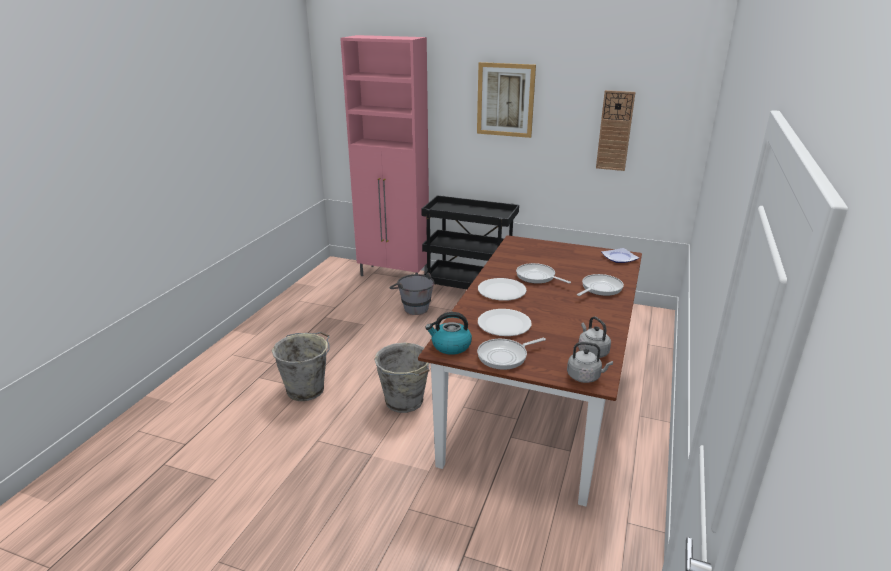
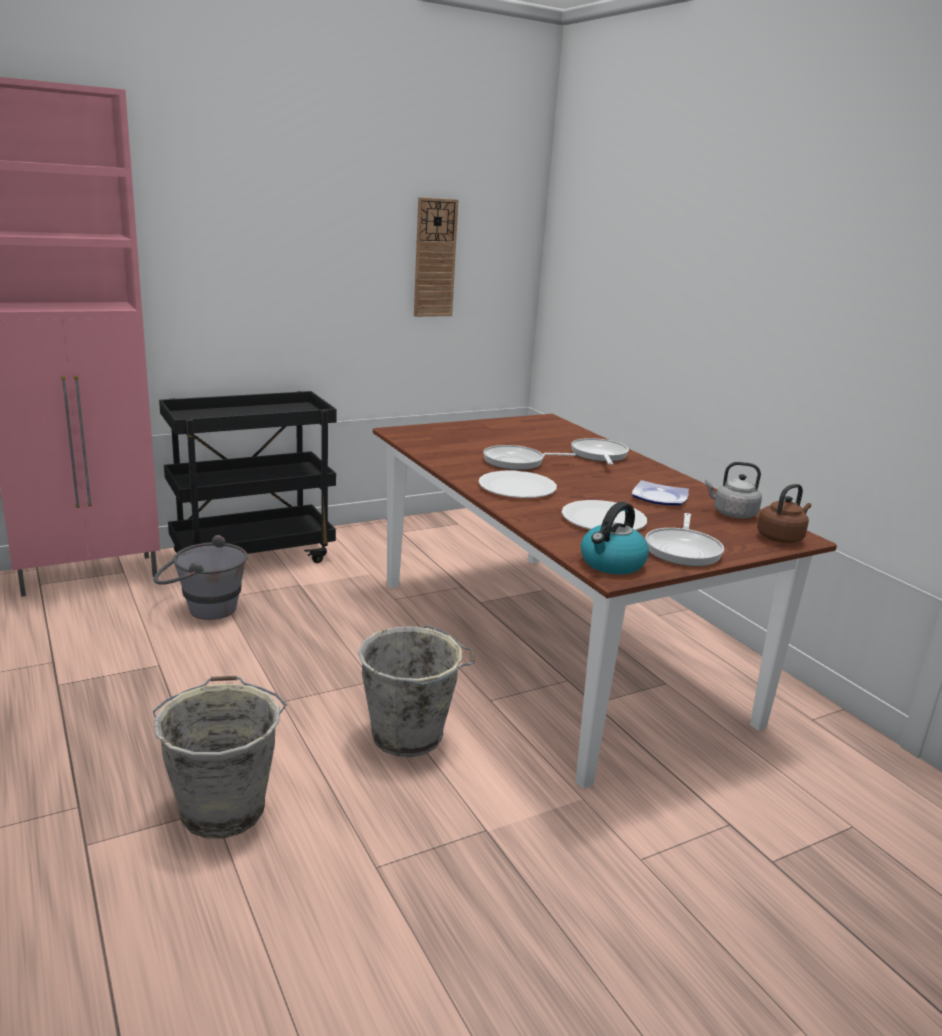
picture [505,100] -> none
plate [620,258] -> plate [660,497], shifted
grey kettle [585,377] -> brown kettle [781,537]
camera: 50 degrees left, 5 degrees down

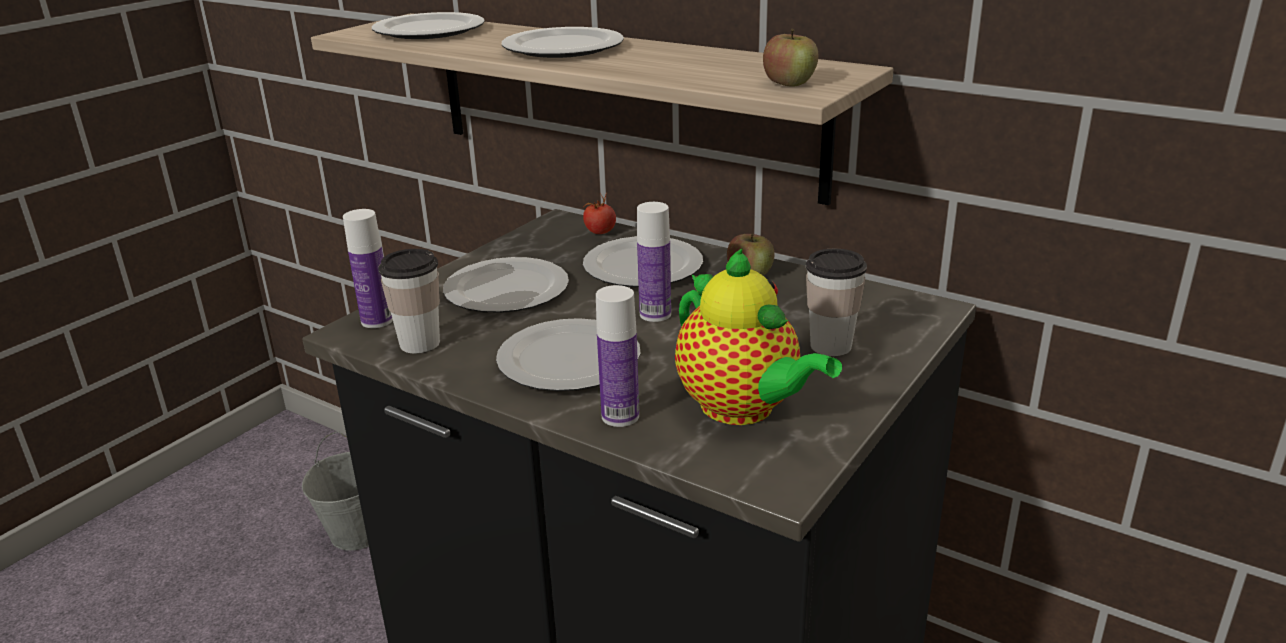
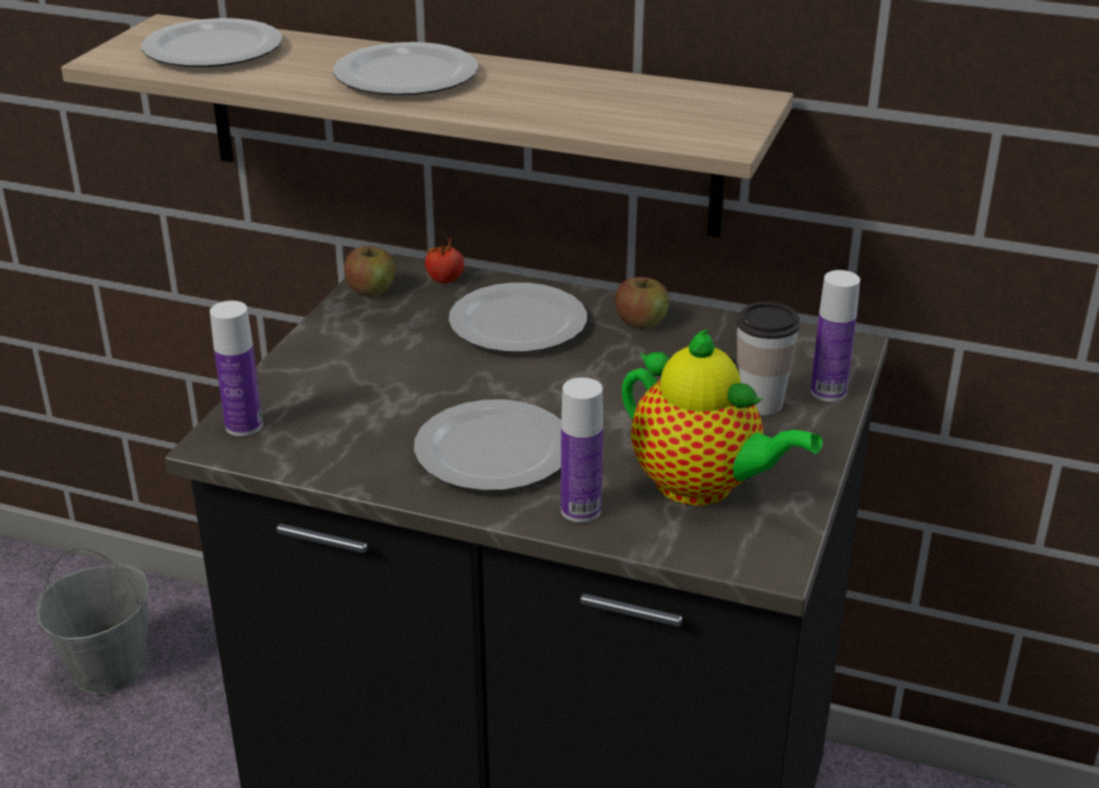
apple [789,83] -> apple [371,290], shifted
bottle [655,314] -> bottle [828,392], shifted
cup [420,343] -> none
plate [509,290] -> none
camera: 15 degrees left, 5 degrees up

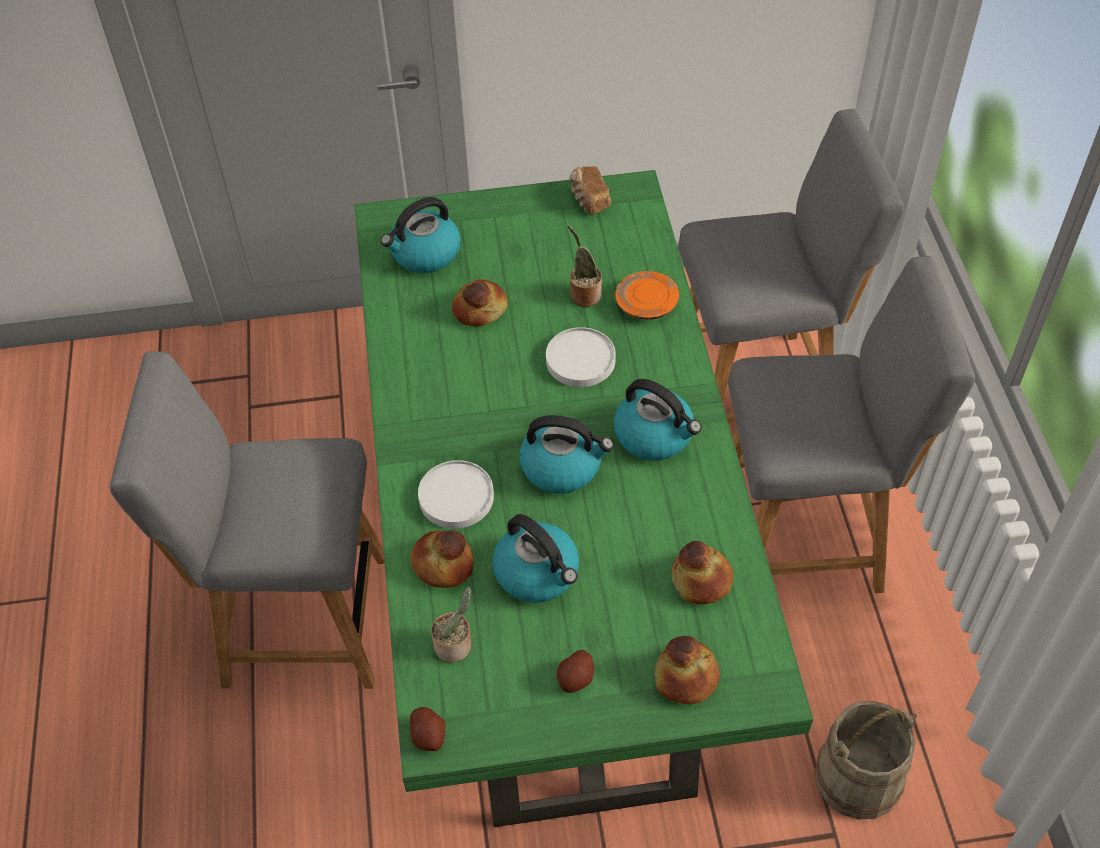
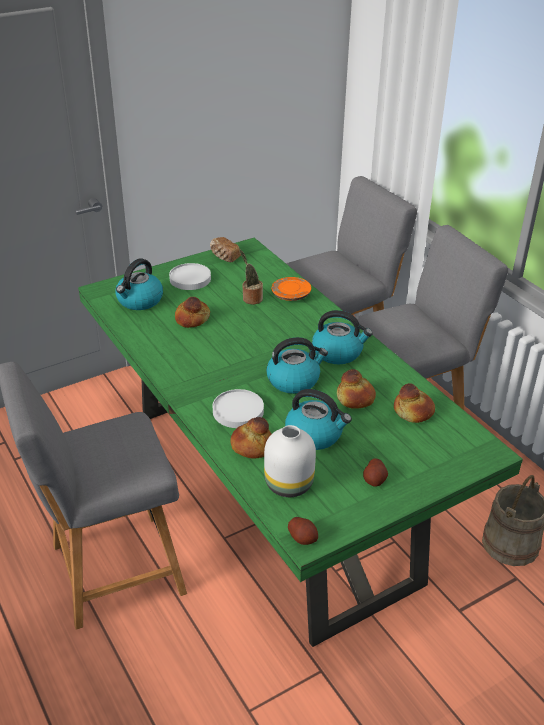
white plate [580,360] -> white plate [190,279], shifted
potted plant [455,645] -> white vase [288,485]
bread [685,677] -> bread [355,399], shifted
camera: 25 degrees left, 15 degrees down

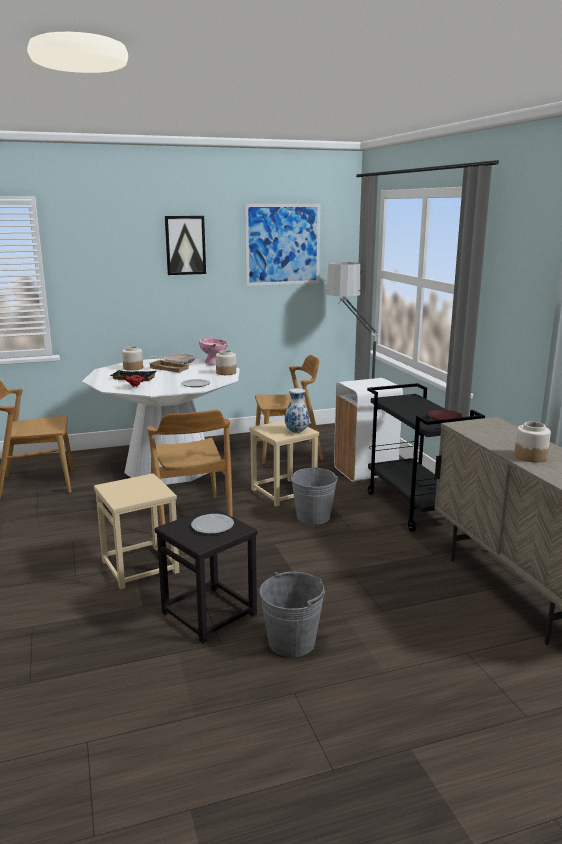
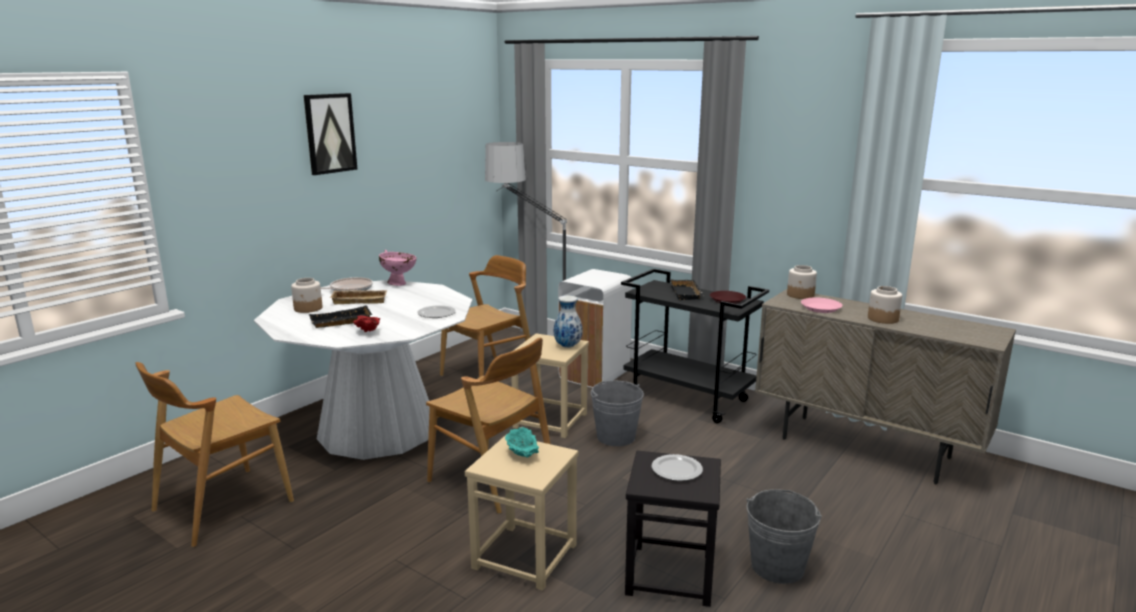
picture [282,244] -> none
jar [226,373] -> jar [800,295], shifted
none -> black tray [687,293]
none -> pink plate [820,308]
none -> turquoise bowl [522,455]
camera: 35 degrees left, 0 degrees up

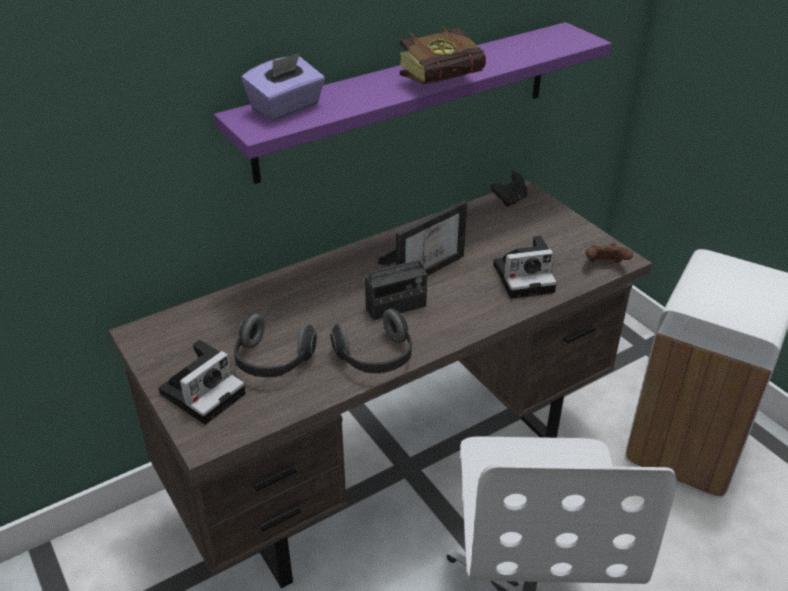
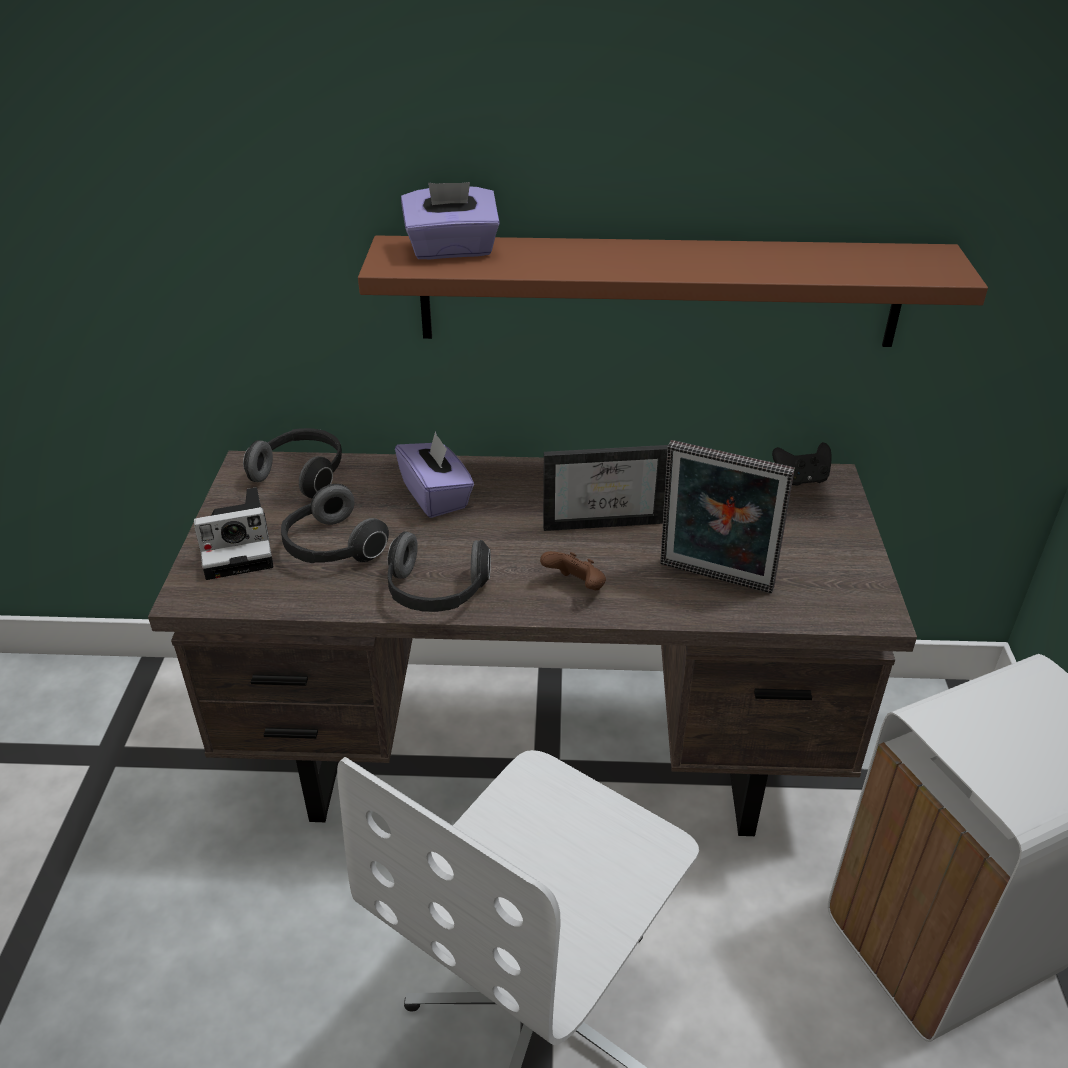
purple shelf [407,100] -> brown shelf [659,291]
book [448,81] -> none
radio [396,307] -> none
photo camera [525,277] -> picture frame [714,580]
brown game controller [605,265] -> brown game controller [576,587], shifted
none -> headphones [302,475]
none -> purple tissue box [436,496]
camera: 35 degrees right, 0 degrees up

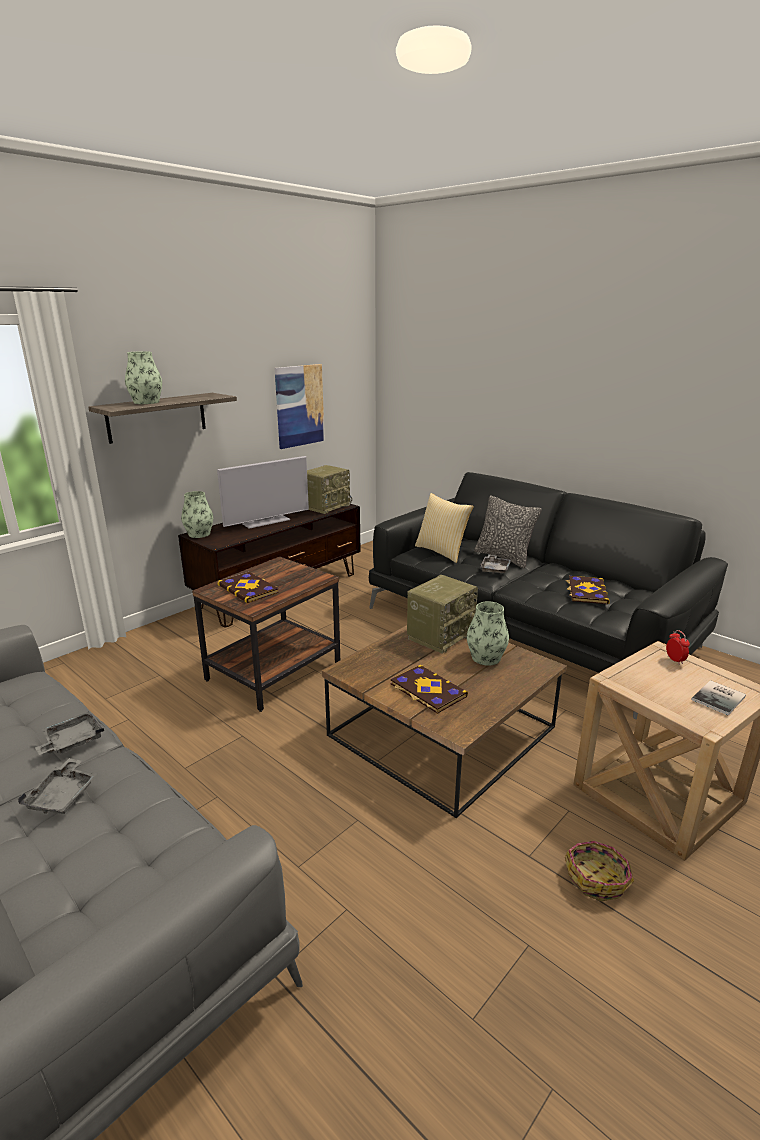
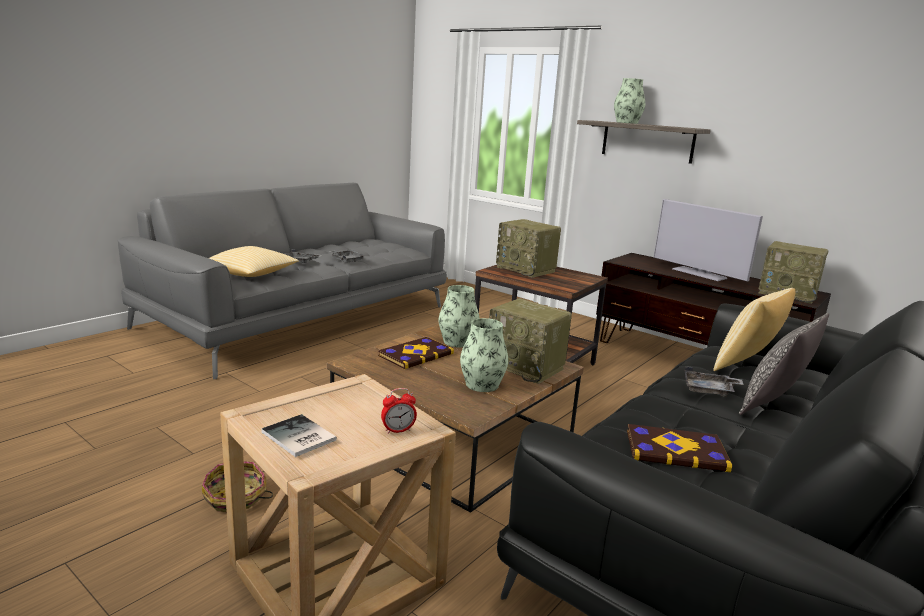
picture [299,406] -> none
vase [199,534] -> vase [457,342], shifted
book [249,589] -> radio [527,269]
none -> pillow [252,274]
camera: 85 degrees right, 5 degrees down

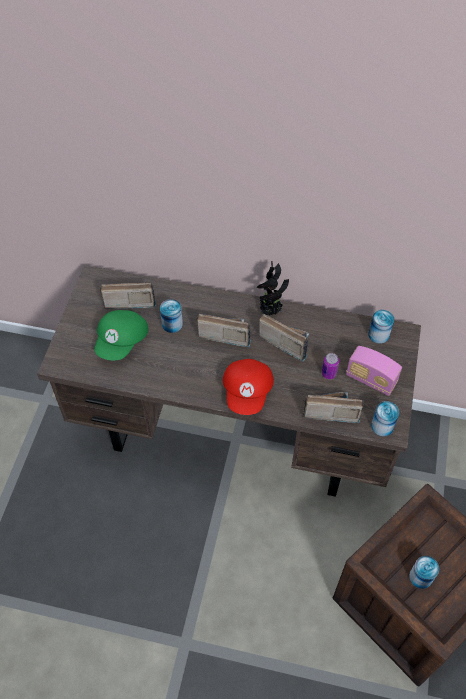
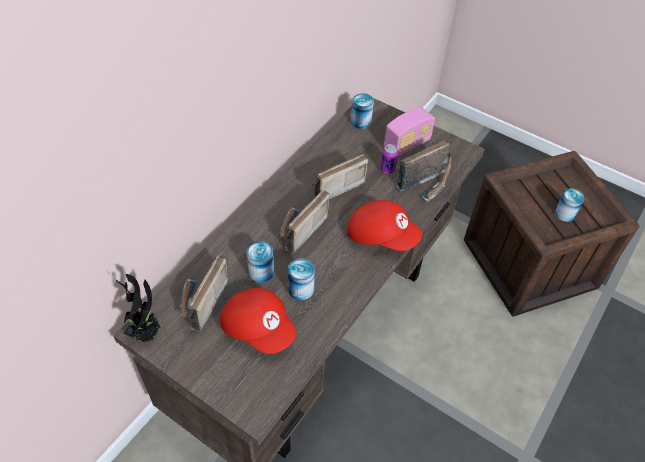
potted plant [270,311] -> potted plant [147,332], shifted
green cap [122,341] -> red cap [259,328]
radio [329,410] -> radio [427,183], 150 degrees counterclockwise
can [382,426] -> can [301,289], shifted
camera: 70 degrees left, 5 degrees down

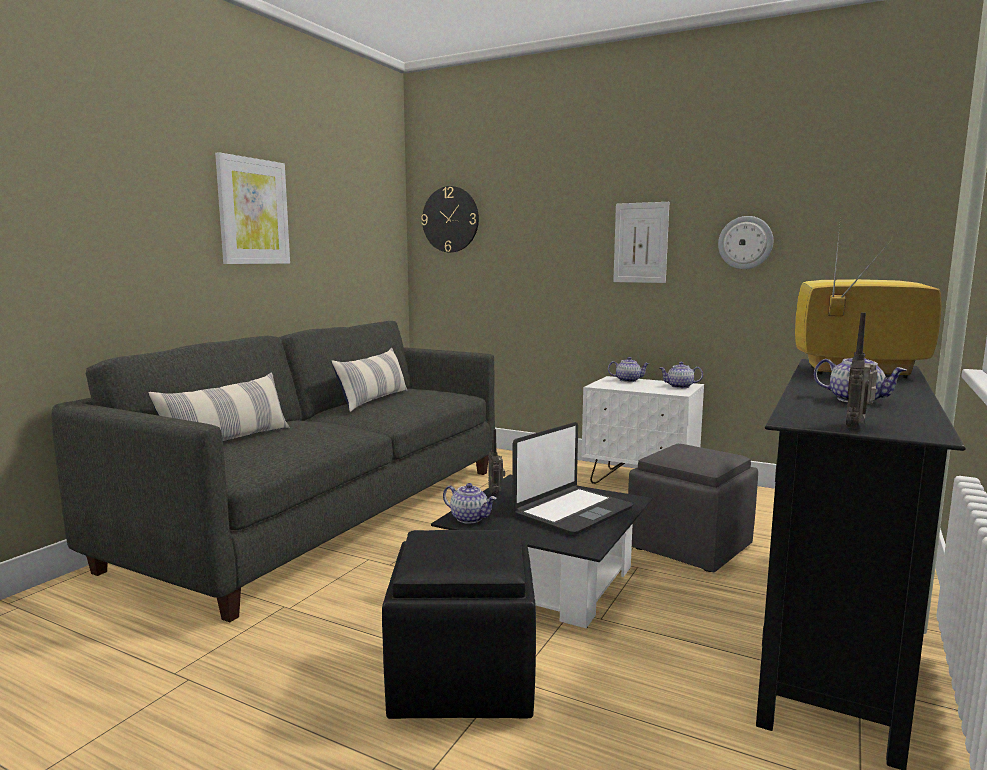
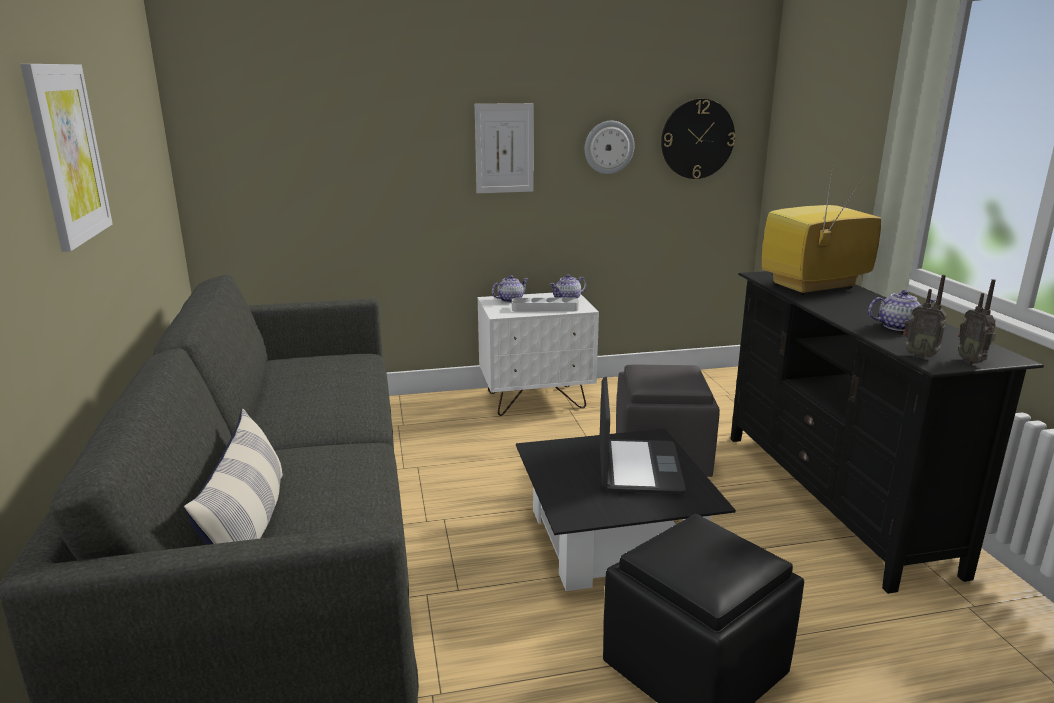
wall clock [450,219] -> wall clock [697,139], shifted
pillow [374,400] -> none
radio [496,492] -> radio [919,355], shifted
teapot [470,518] -> none
none -> grey tray [545,308]
camera: 40 degrees left, 10 degrees up

